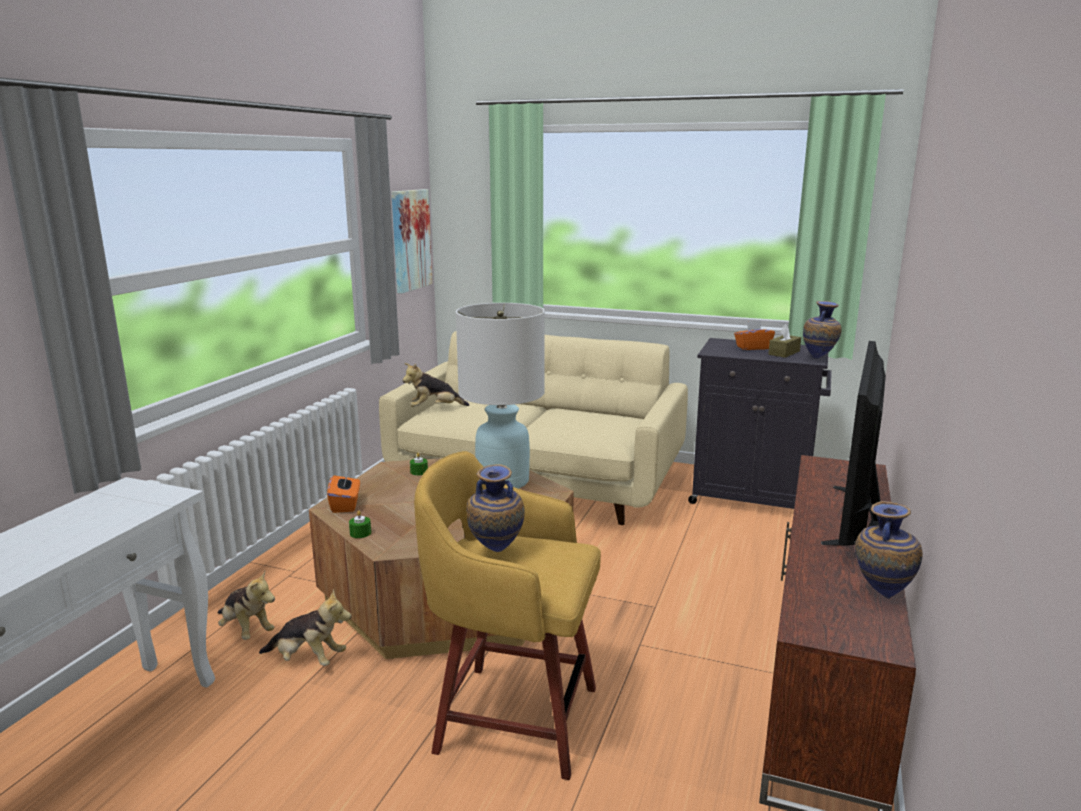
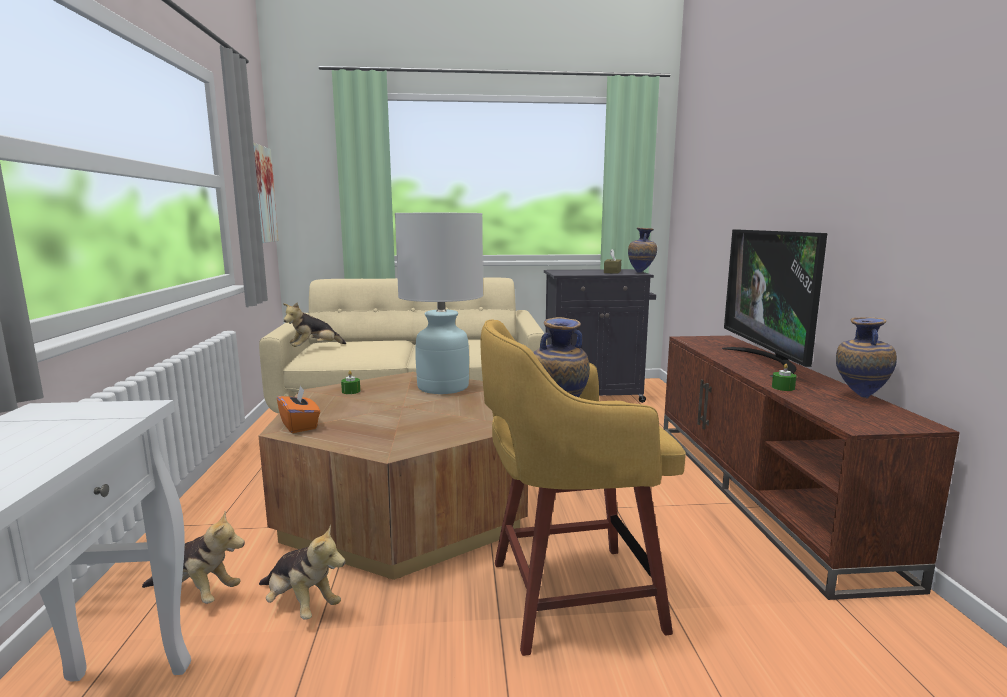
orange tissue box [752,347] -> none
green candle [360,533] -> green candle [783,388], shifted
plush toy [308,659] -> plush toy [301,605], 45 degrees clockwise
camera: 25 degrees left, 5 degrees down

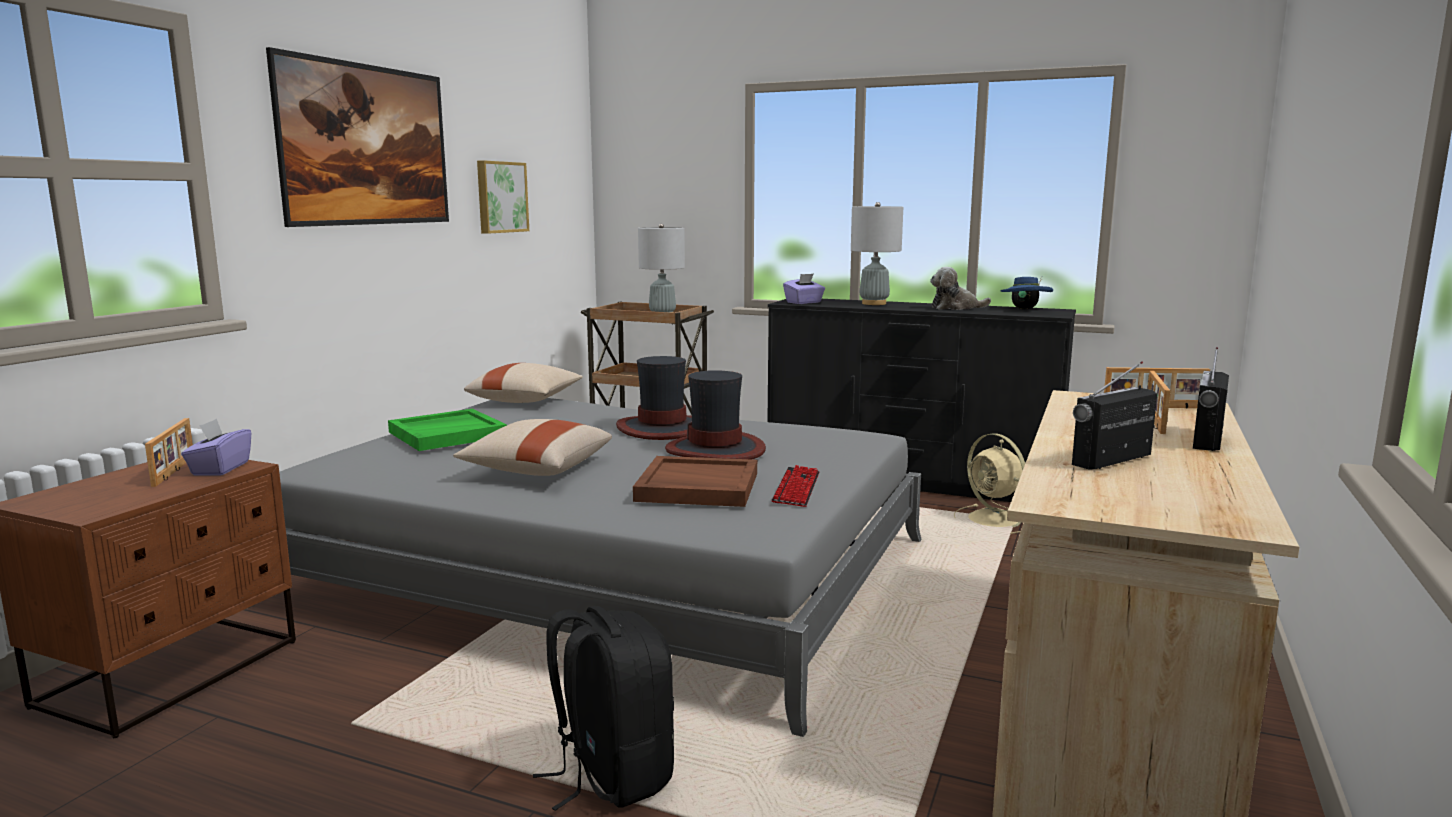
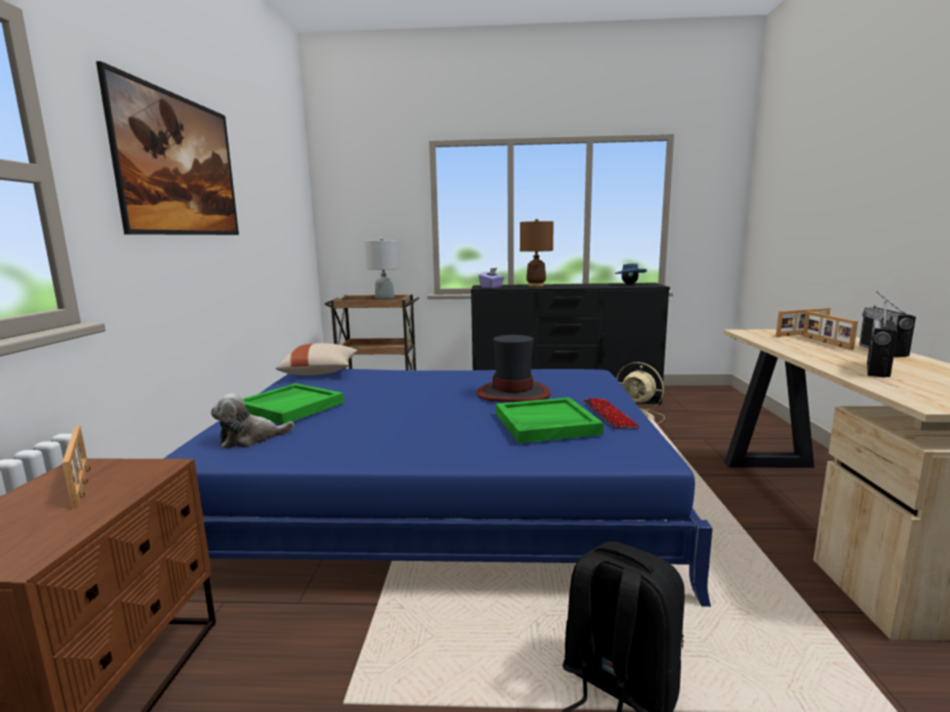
picture [500,197] -> none
grey table lamp [874,303] -> brown table lamp [536,285]
plush toy [955,308] -> plush toy [250,439], shifted
hat [662,428] -> none
grey bed [612,571] -> blue bed [438,495]
purple tissue box [220,469] -> none
beige pillow [536,469] -> none
brown tray [696,487] -> green tray [545,424]
camera: 20 degrees left, 0 degrees up

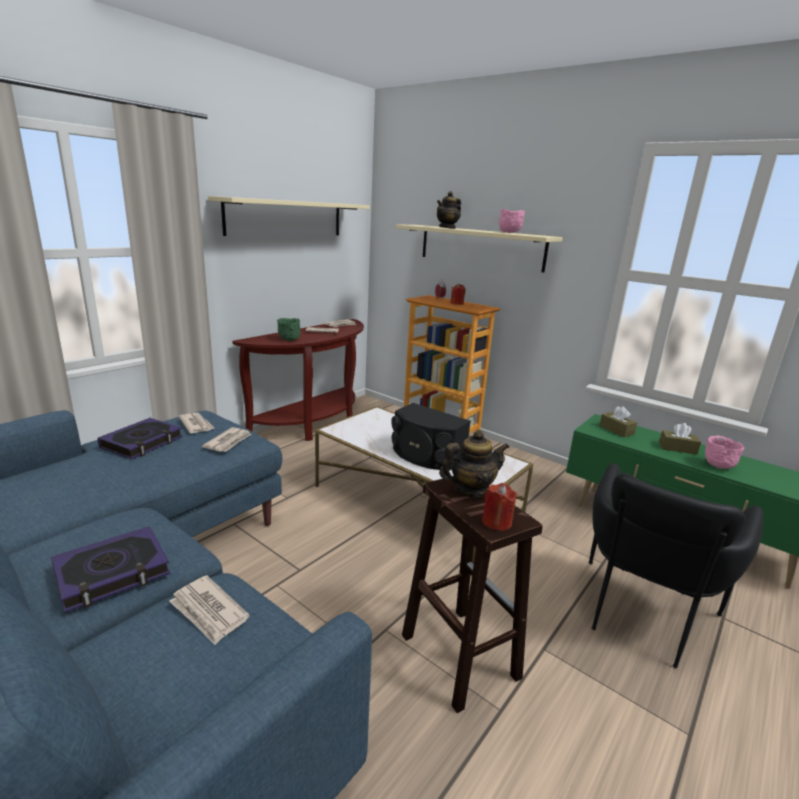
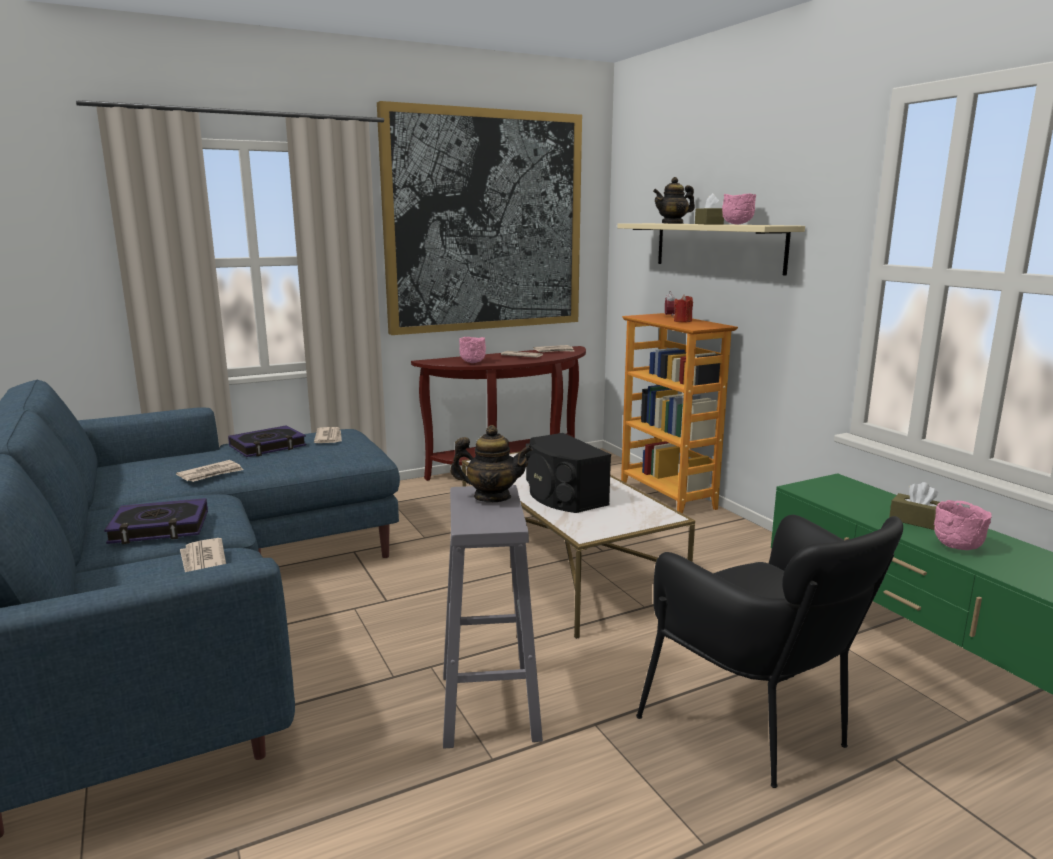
beige shelf [286,218] -> picture [484,222]
green bowl [289,340] -> pink bowl [473,362]
brown tissue box [616,430] -> brown tissue box [708,224], shifted
newspaper [228,442] -> newspaper [211,474], shifted
black armchair [641,619] -> black armchair [759,729], 90 degrees counterclockwise
brown stool [458,655] -> grey stool [488,704]
red candle [496,522] -> none
camera: 25 degrees right, 5 degrees down

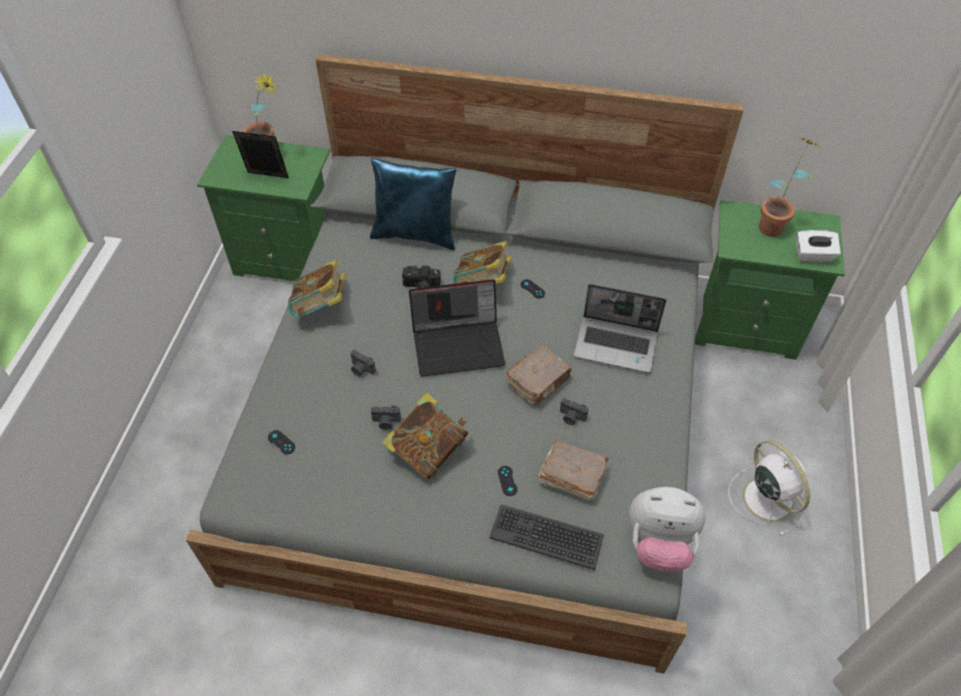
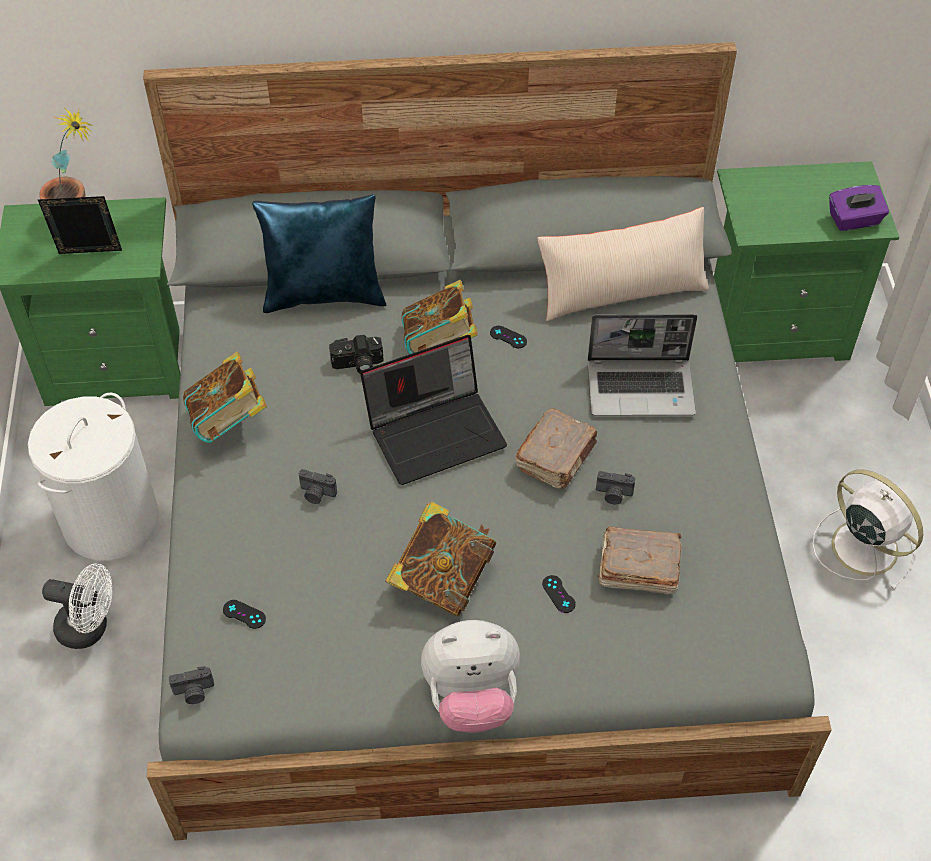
potted plant [774,224] -> none
white tissue box [813,255] -> purple tissue box [854,220]
photo camera [386,422] -> photo camera [194,692], shifted
plush toy [659,543] -> plush toy [471,697], shifted
keyboard [546,536] -> none
none -> beige pillow [621,291]
none -> white laundry basket [111,520]
none -> white fan [90,628]
camera: 15 degrees left, 0 degrees up

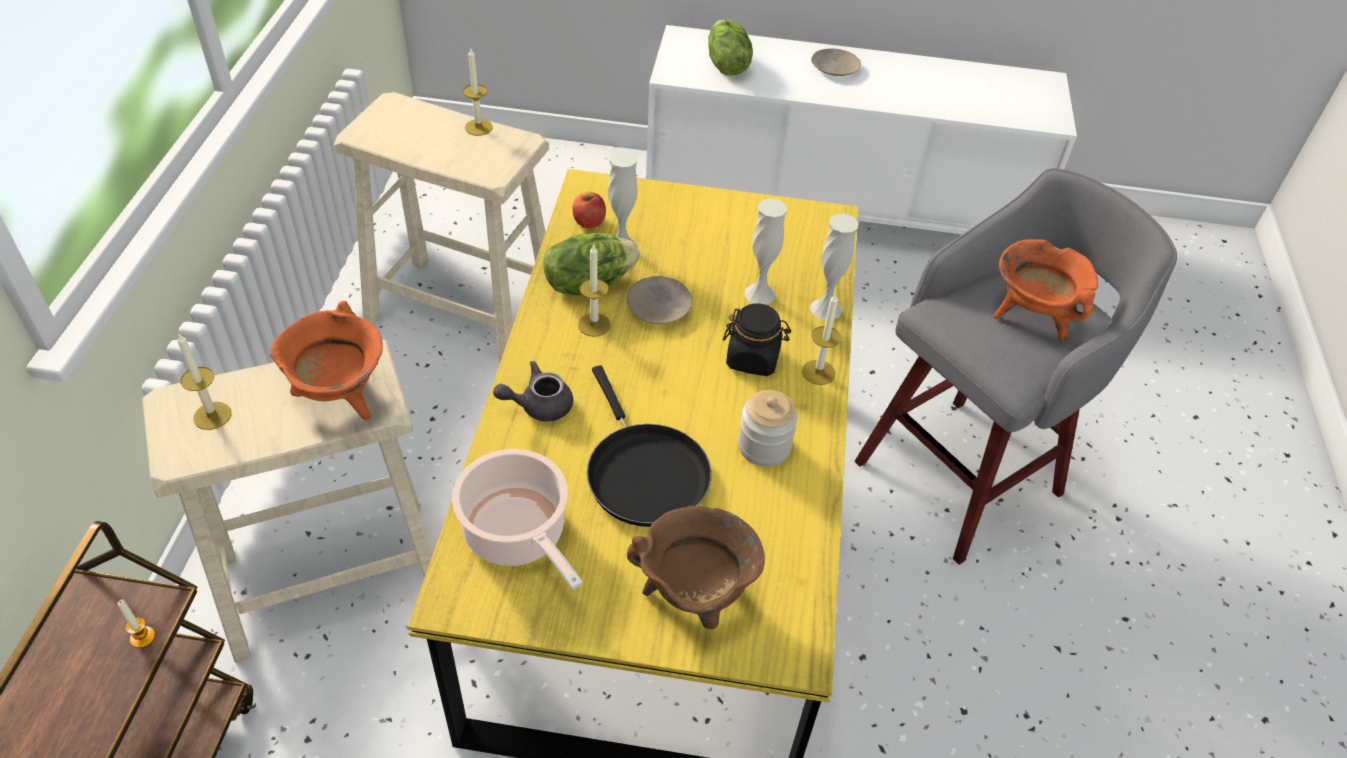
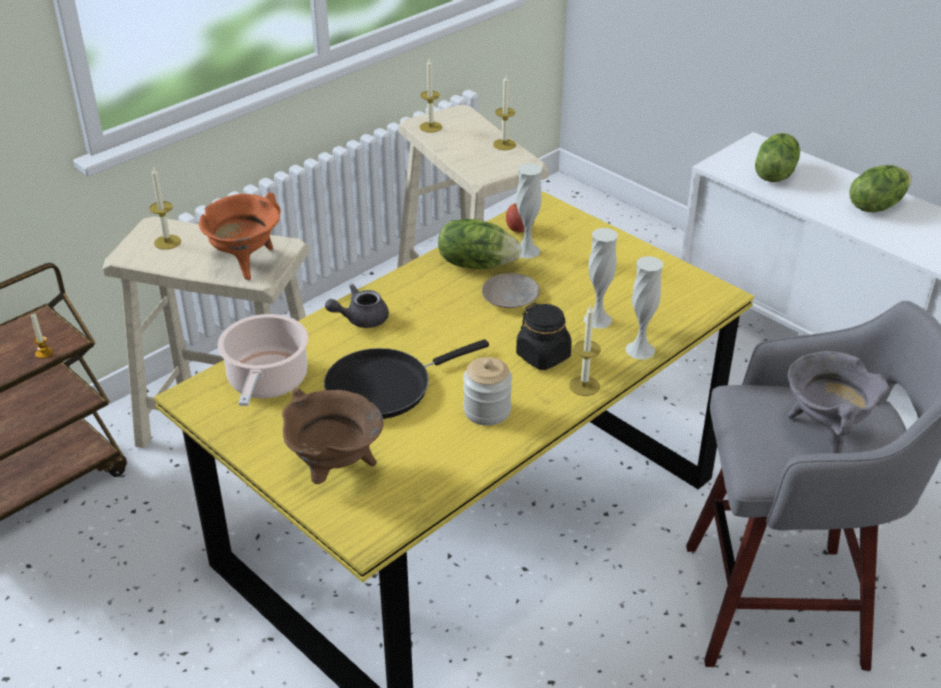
beige plate [834,68] -> lettuce [876,205]
orange cooking pot [1031,318] -> grey cooking pot [825,431]
candle [594,325] -> candle [430,127], shifted
grey teapot [538,405] -> grey teapot [360,319], 45 degrees counterclockwise
black frying pan [644,472] -> black frying pan [385,386], 45 degrees clockwise
camera: 40 degrees right, 10 degrees down

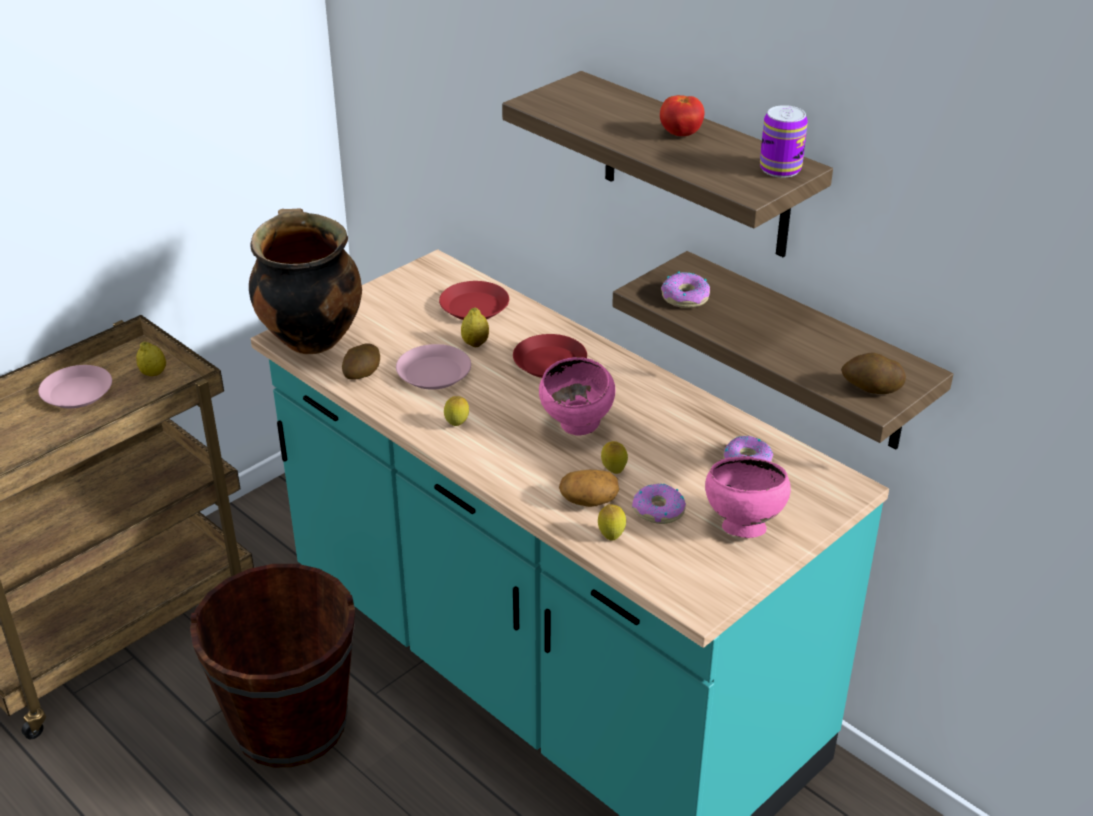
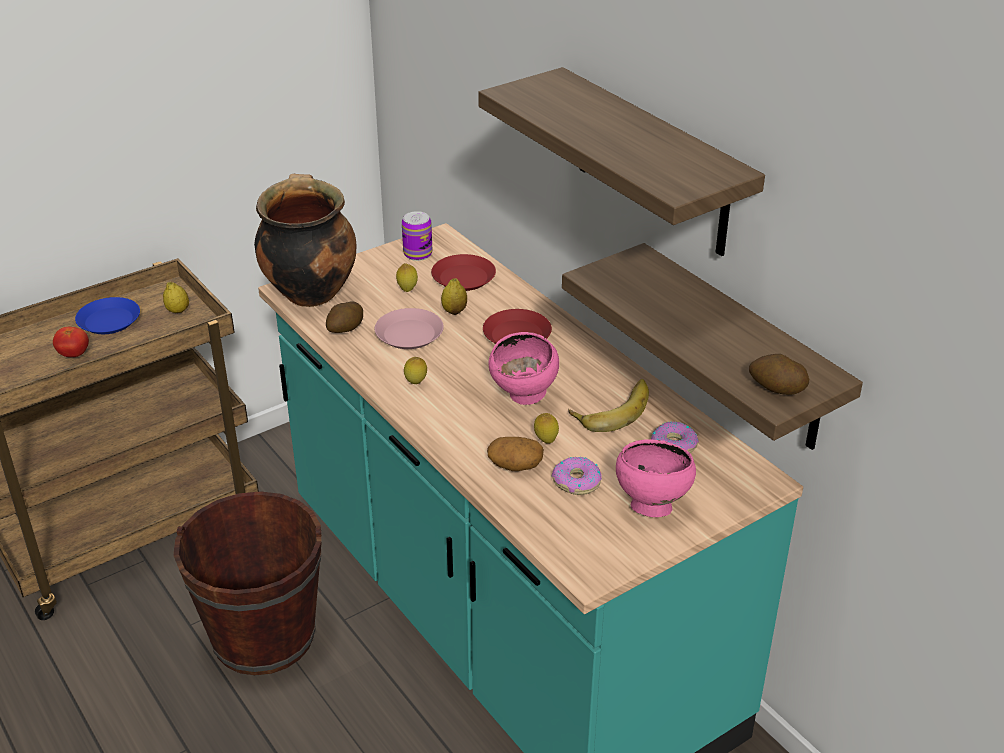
tomato [680,134] -> tomato [74,354], shifted
can [780,169] -> can [418,254], shifted
donut [685,297] -> none
pink plate [77,392] -> blue plate [109,321]
lemon [611,536] -> lemon [407,289], shifted
none -> banana [611,408]
camera: 10 degrees right, 0 degrees up

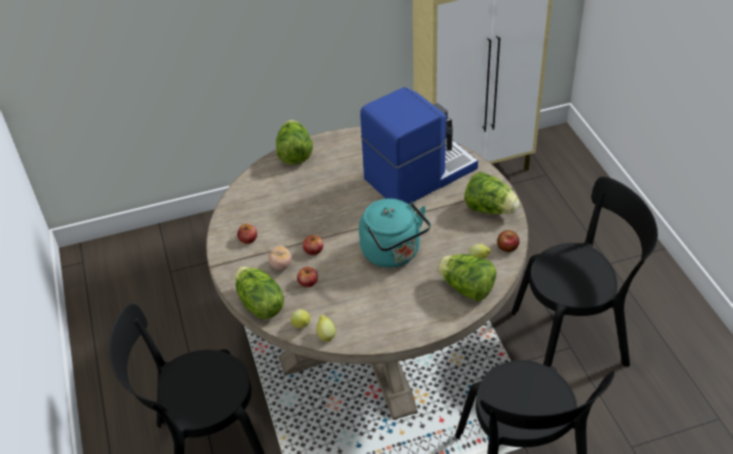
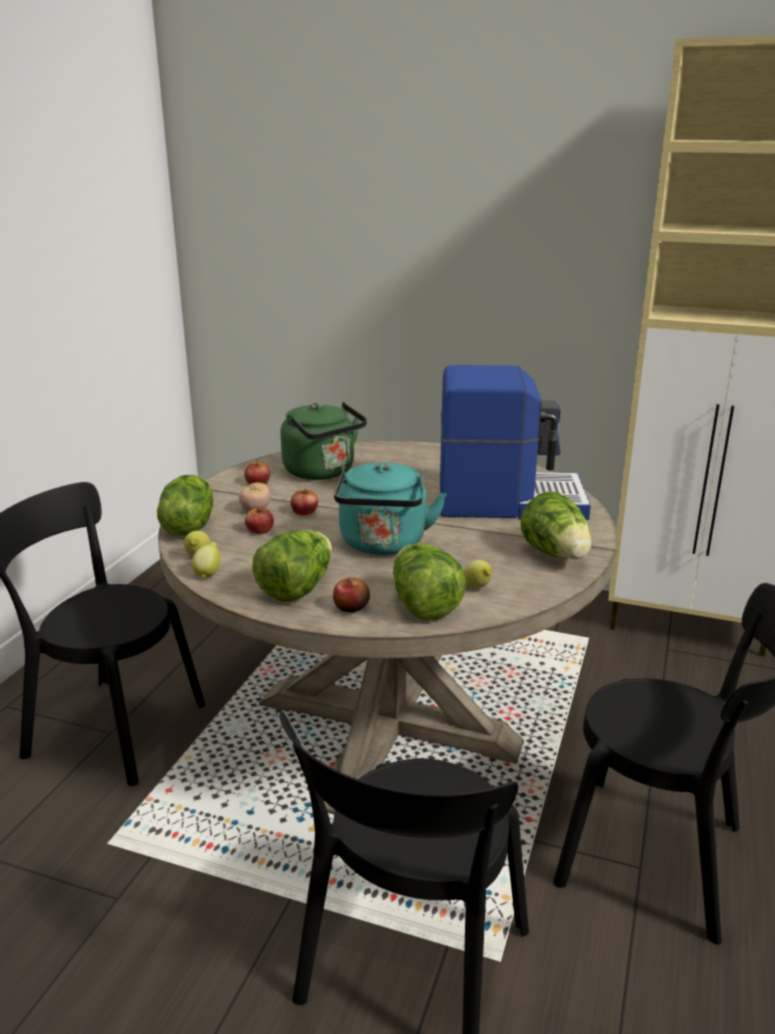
lettuce [294,154] -> lettuce [297,588], shifted
apple [507,247] -> apple [351,607], shifted
none -> green kettle [322,472]
camera: 35 degrees right, 20 degrees down

